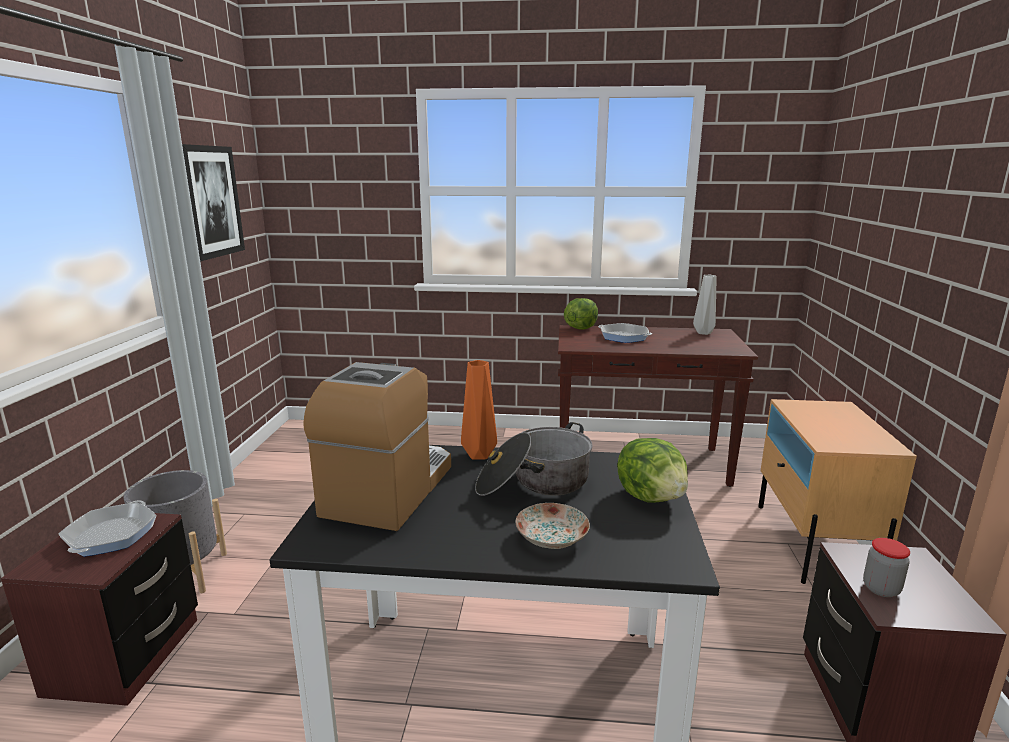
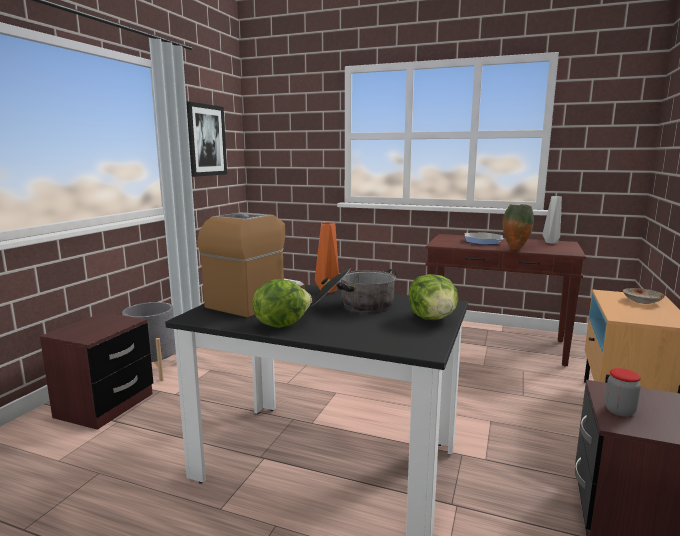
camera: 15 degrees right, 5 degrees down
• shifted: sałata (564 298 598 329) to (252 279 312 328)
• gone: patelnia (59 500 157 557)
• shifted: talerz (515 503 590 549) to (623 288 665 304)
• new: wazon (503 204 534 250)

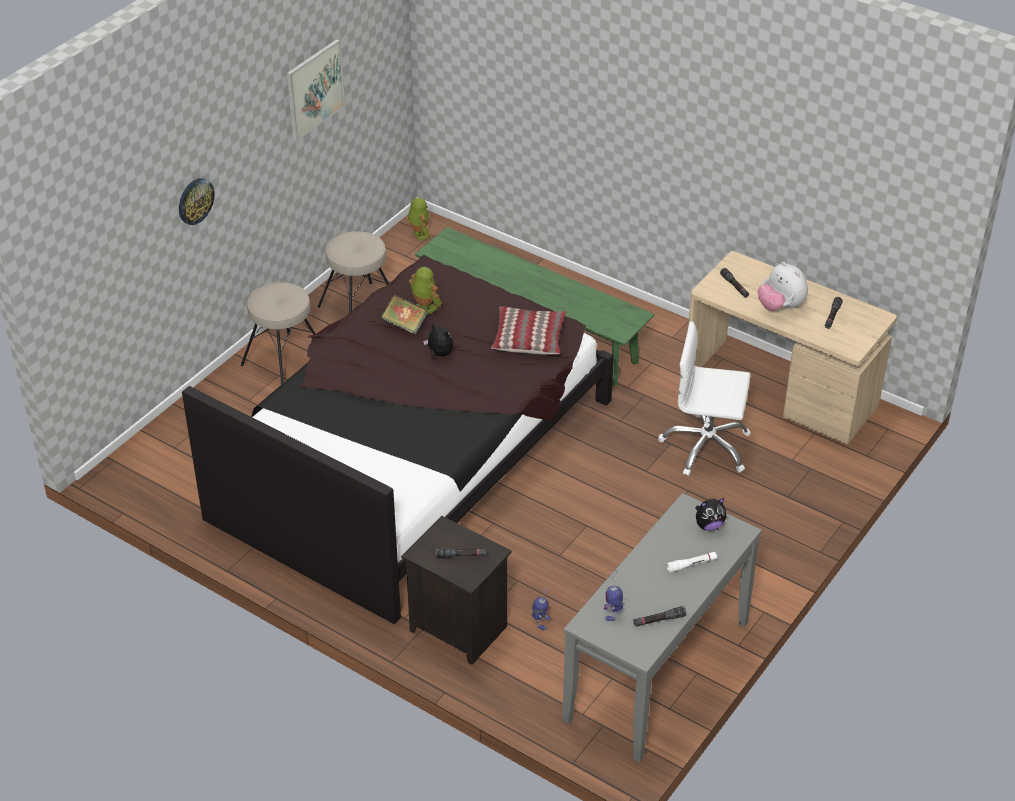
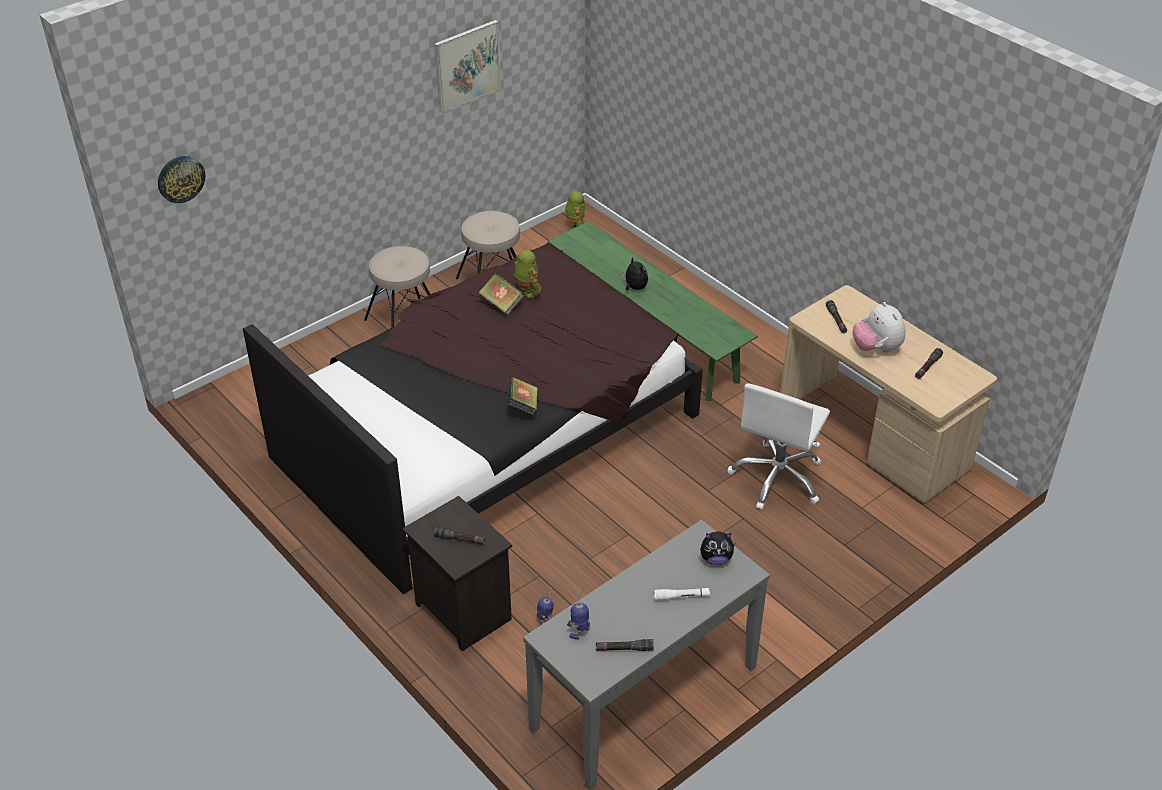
camera: 15 degrees right, 0 degrees up
• shifted: zegar ścienny (179 178 215 225) to (158 156 206 203)
• gone: poduszka (491 306 566 355)
• rotated: krzesło biurowe/biały (658 321 751 476) = (728 383 830 510) 90 degrees counterclockwise
• shifted: pluszak (423 322 453 359) to (622 257 648 290)
• new: książka (507 377 537 415)

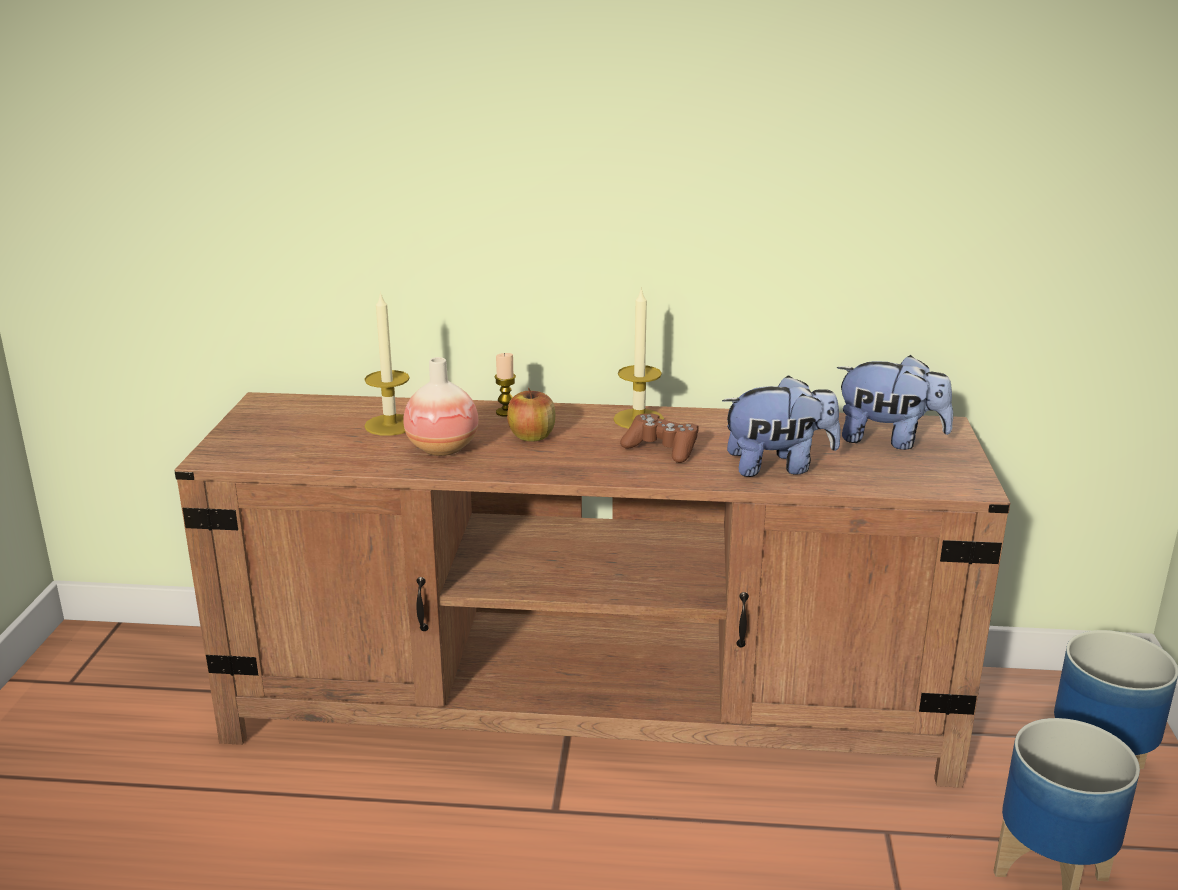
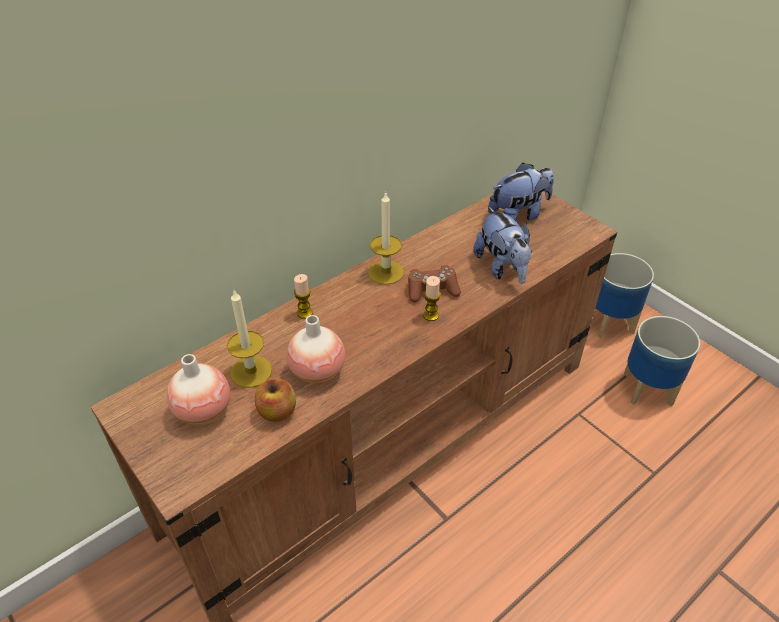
camera: 45 degrees left, 20 degrees up
• rotated: pluszak (722 375 841 477) = (473 207 532 284) 120 degrees clockwise
• shifted: jabłko (507 388 555 442) to (255 378 296 422)
• new: świeca (423 276 441 321)
• new: wazon (167 354 230 425)

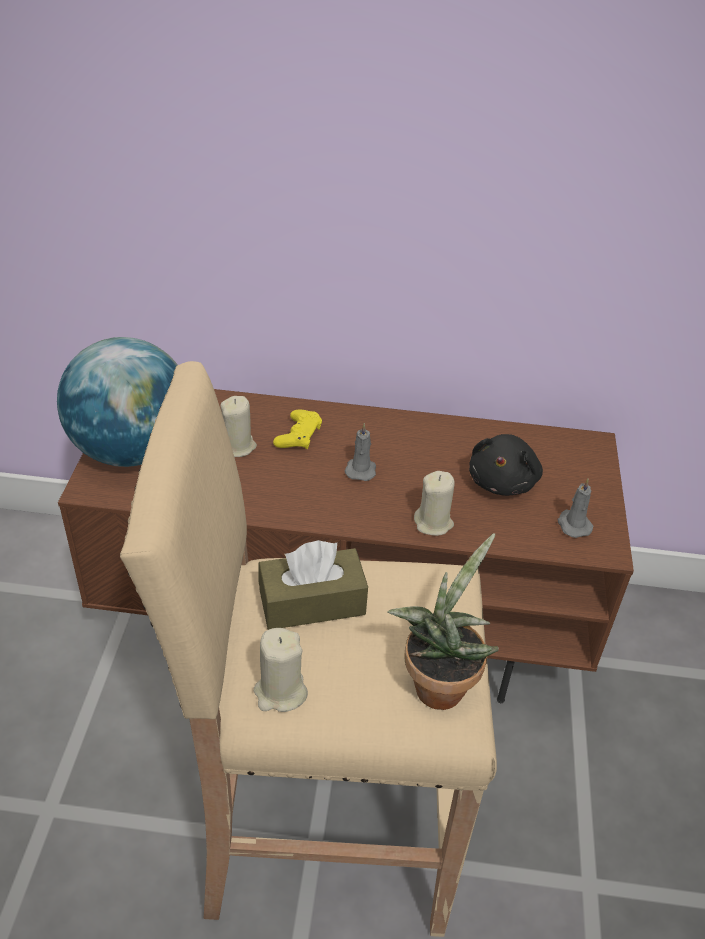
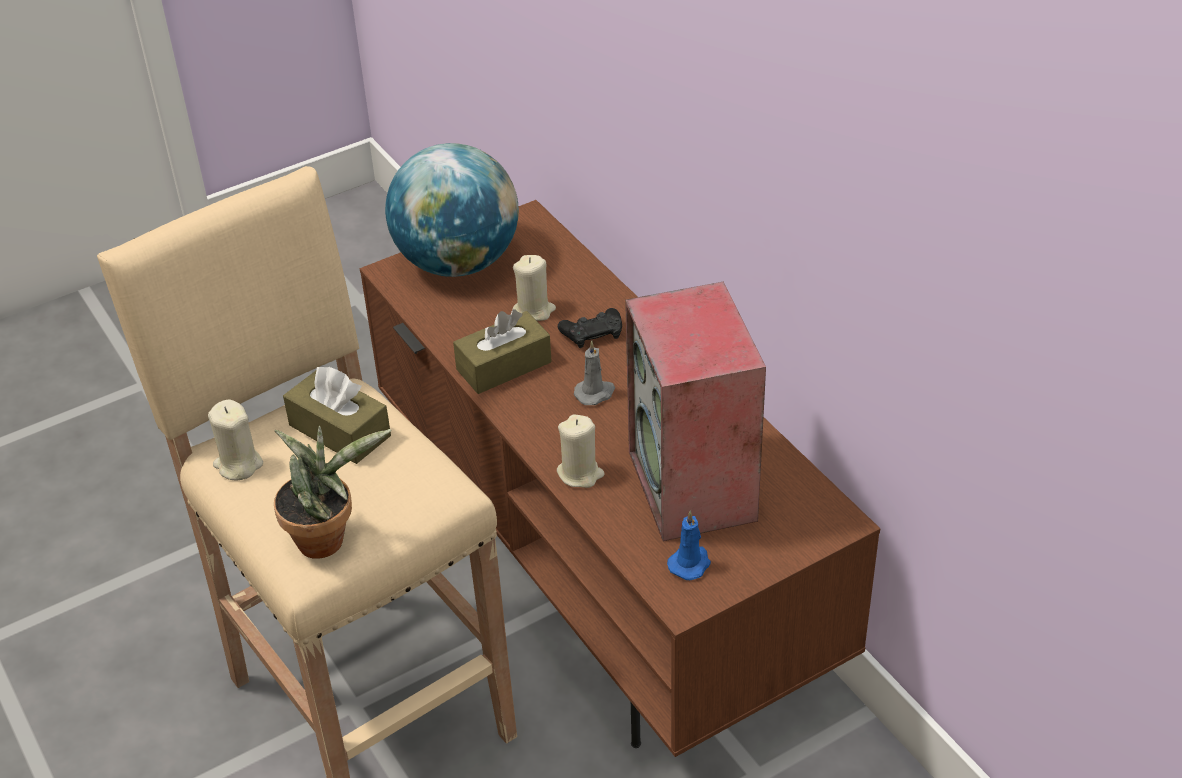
camera: 55 degrees right, 0 degrees up
• repainted: pad do gier/żółty (273 409 322 449) to pad do gier/czarny (558 308 622 348)
• swapped: pluszak/czarny (469 434 543 496) to głośnik (625 282 766 541)
• repainted: świeca/szary (557 479 593 538) to świeca/niebieski (667 510 711 580)
• new: pudełko chusteczek/brązowy (453 309 552 394)

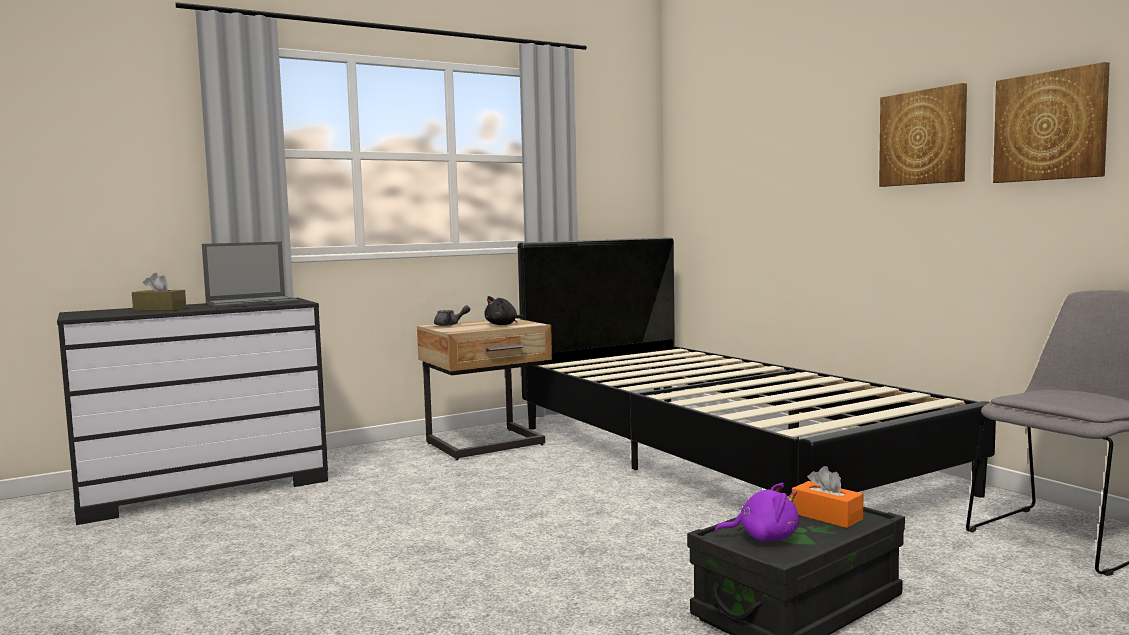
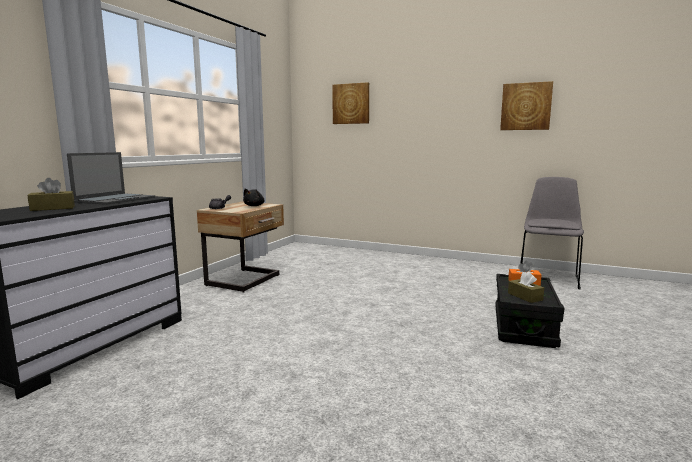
camera: 35 degrees left, 5 degrees up
• shifted: obraz (879 83 967 187) to (332 82 369 124)
• gone: łóżko/czarny (518 237 996 498)
• swapped: pluszak/fioletowy (715 483 799 541) to pudełko chusteczek/brązowy (508 271 544 303)

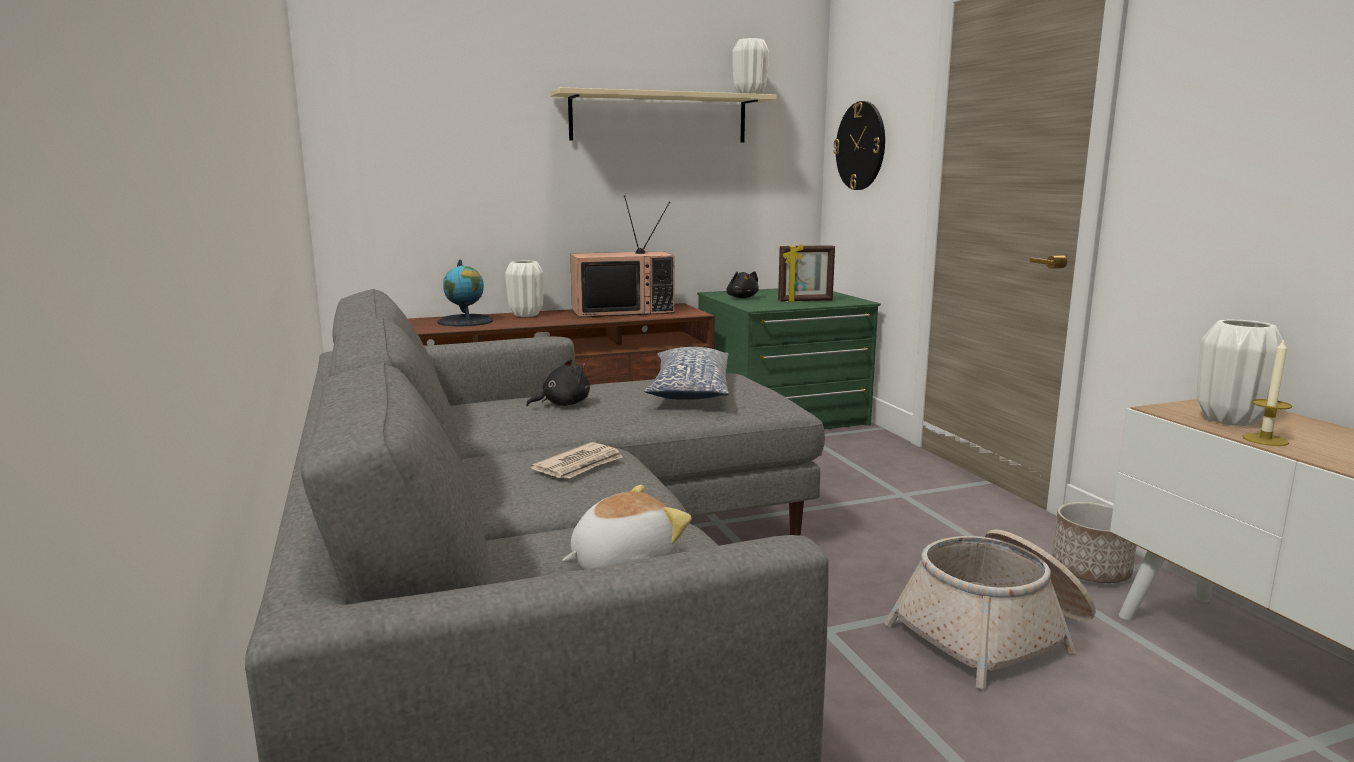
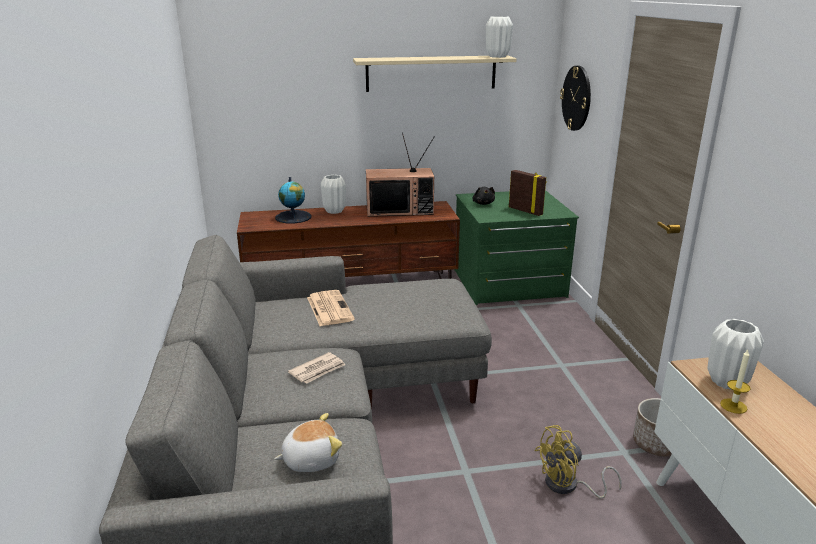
camera: 10 degrees right, 10 degrees up
• rotated: ramka na zdjęcie (778 244 835 302) = (509 170 547 216) 135 degrees counterclockwise
• gone: poduszka (644 347 729 400)
• swapped: pluszak/czarny (526 360 590 407) to gazeta (307 290 355 326)
• swapped: koszyk (884 529 1096 689) to wentylator/żółty (534 425 622 499)

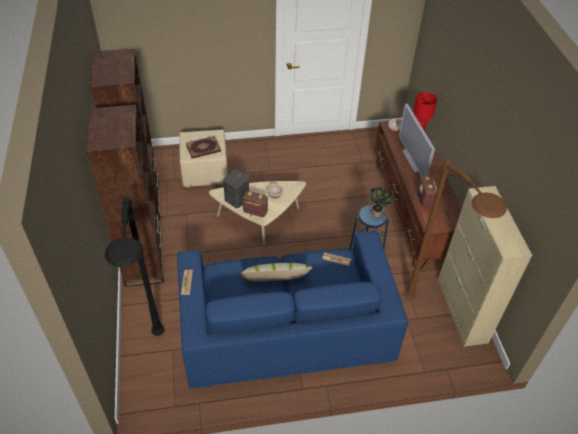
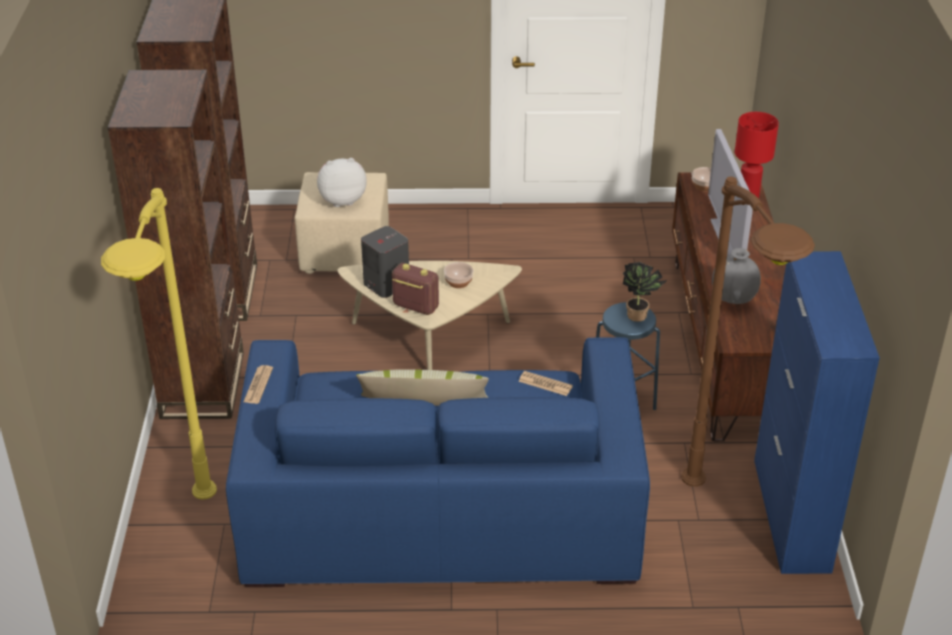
camera: 10 degrees right, 10 degrees down
• swapped: książka (186 136 221 159) to pluszak (317 158 367 207)
• swapped: radio (417 176 437 208) to wazon/szary (712 248 761 304)
• repainted: szafka/beżowy (438 186 532 347) to szafka/niebieski (754 251 880 574)
• repainted: lampa stojąca/czarny (105 195 165 336) to lampa stojąca/żółty (101 188 217 500)

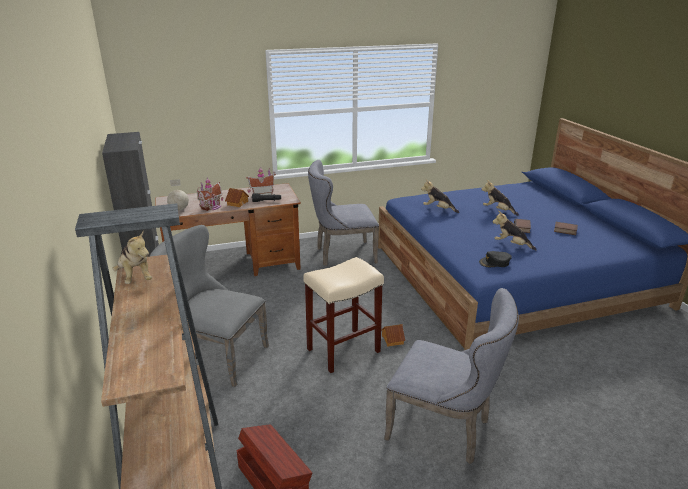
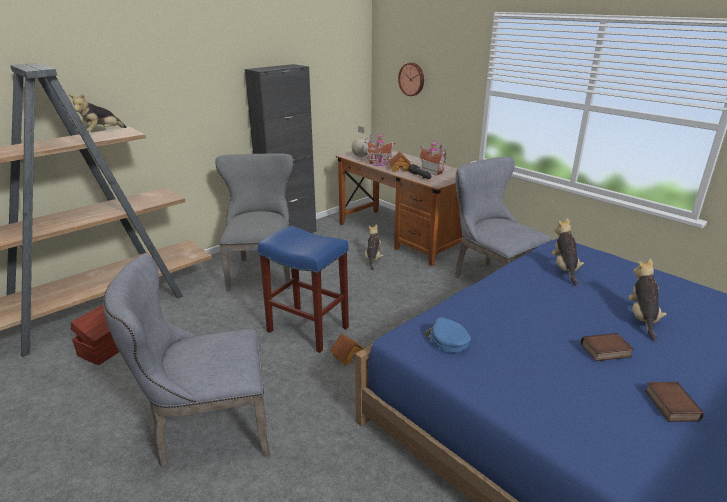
camera: 65 degrees right, 0 degrees up
• shifted: pluszak (492 211 537 250) to (365 224 384 270)
• repainted: czapka z daszkiem/czarny (479 251 512 267) to czapka z daszkiem/niebieski (424 317 471 353)
• repainted: stołek/beżowy (303 257 384 373) to stołek/niebieski (258 226 349 353)
• rotated: krzesło/szary (384 288 519 464) = (103 254 270 467) 75 degrees clockwise
• new: zegar ścienny (398 63 424 96)

